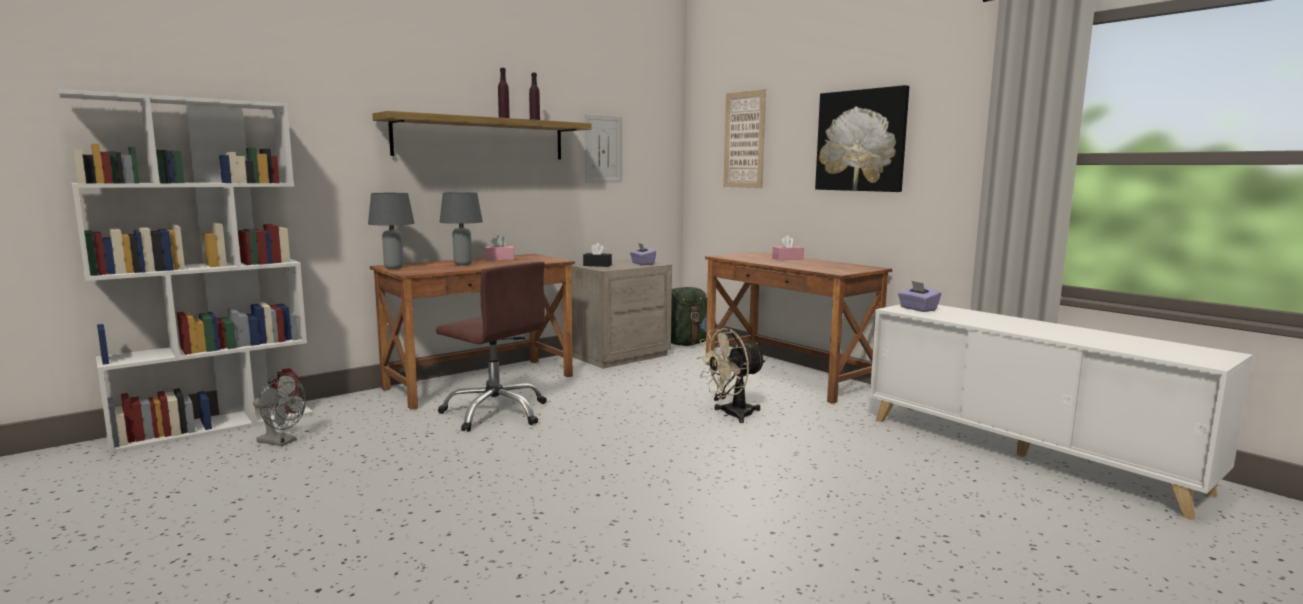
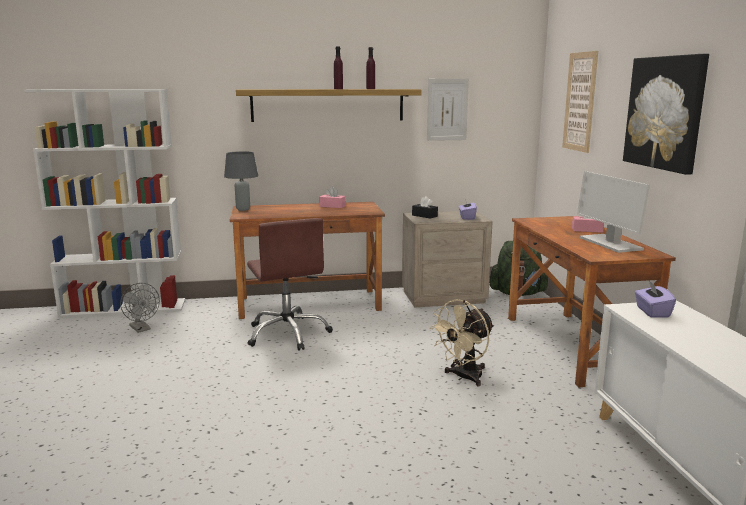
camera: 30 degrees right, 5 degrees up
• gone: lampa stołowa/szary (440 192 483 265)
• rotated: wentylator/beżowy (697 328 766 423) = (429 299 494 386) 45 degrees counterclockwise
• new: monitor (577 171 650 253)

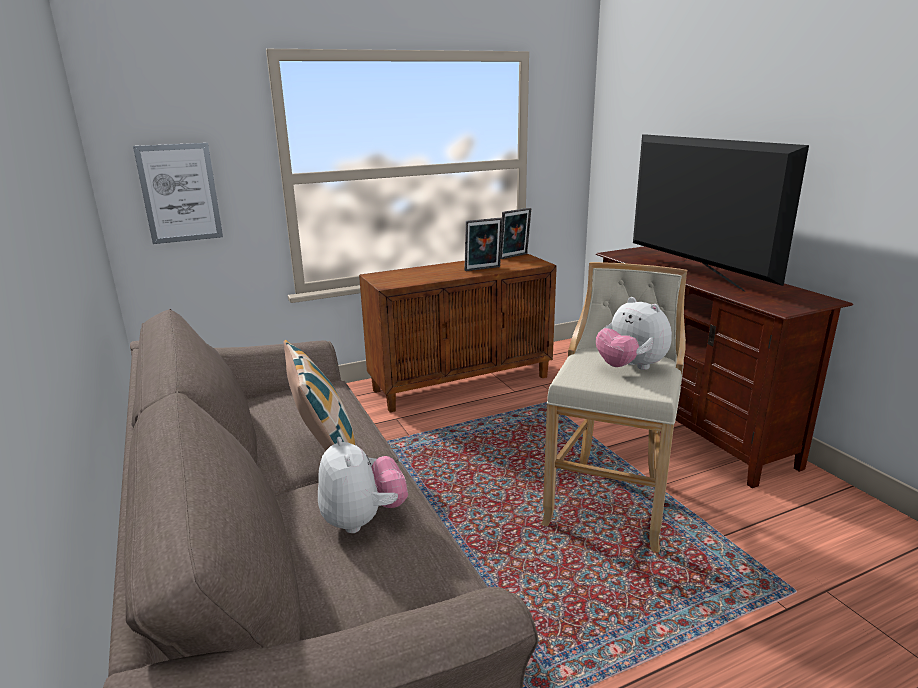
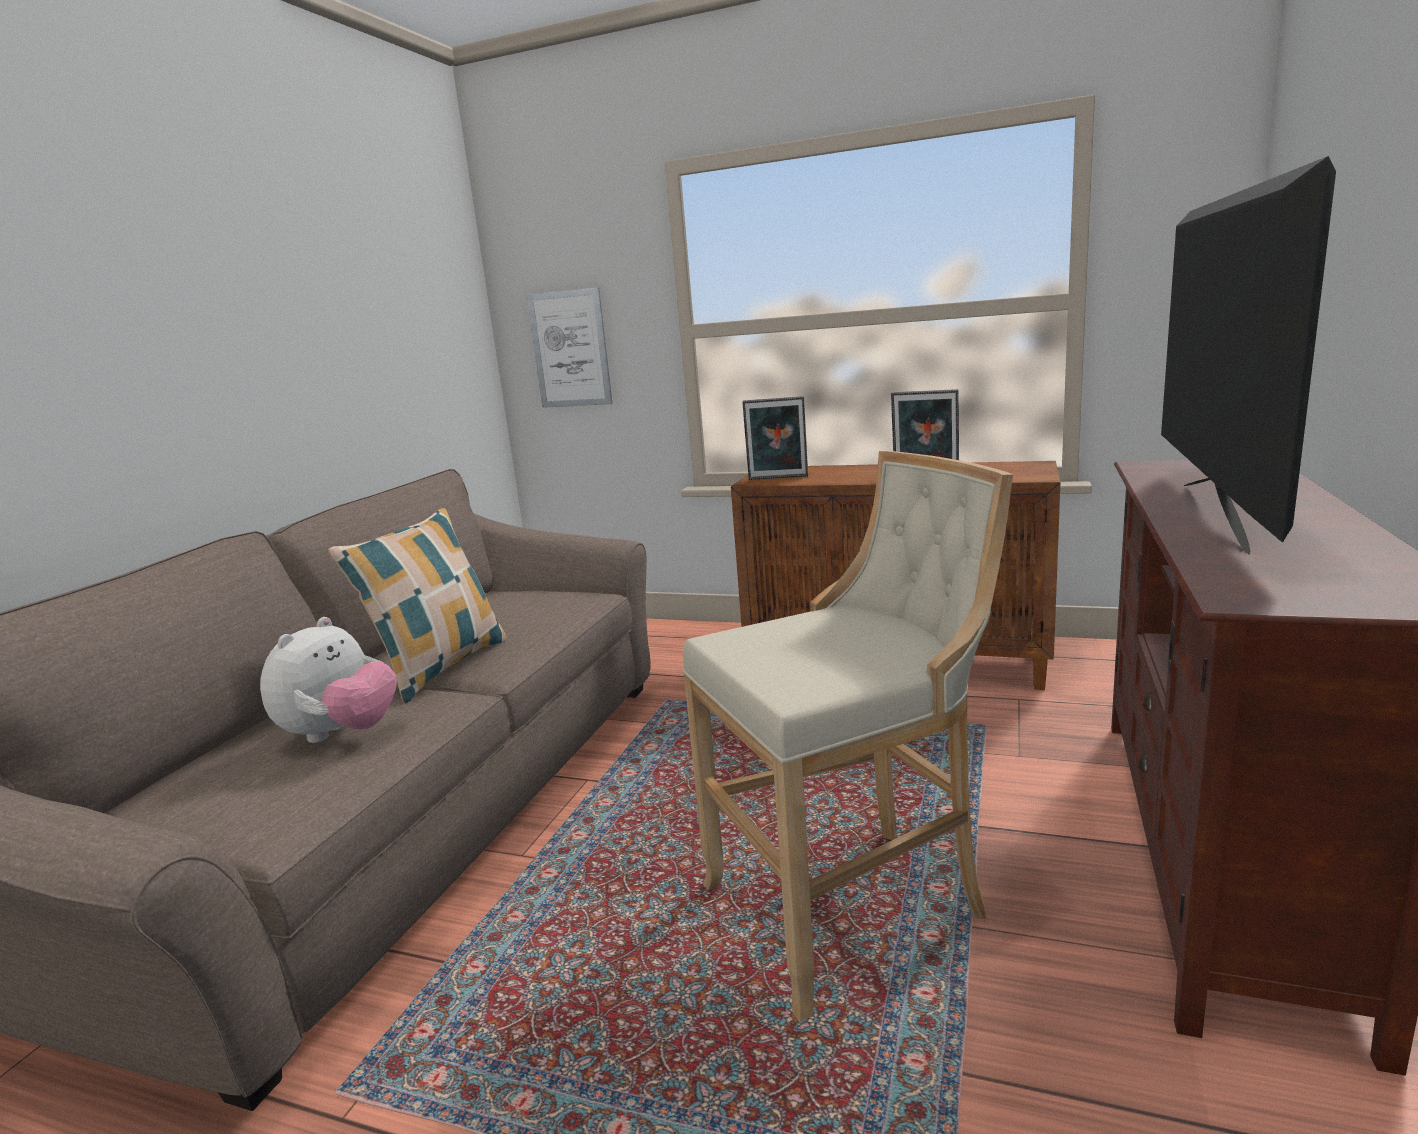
camera: 45 degrees right, 5 degrees down
• shifted: ramka na zdjęcie (501 208 531 259) to (742 396 808 480)
• gone: pluszak (596 297 672 370)

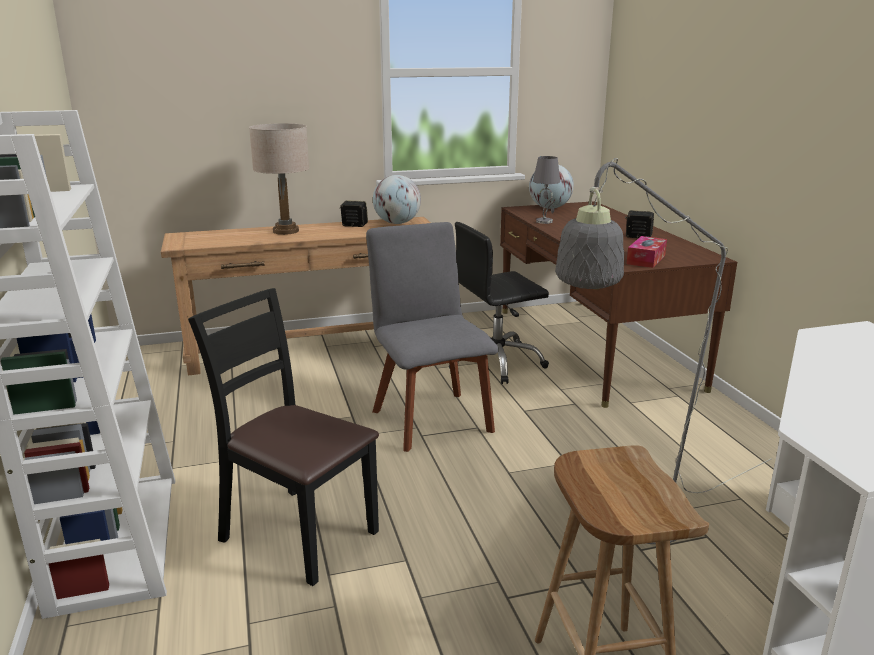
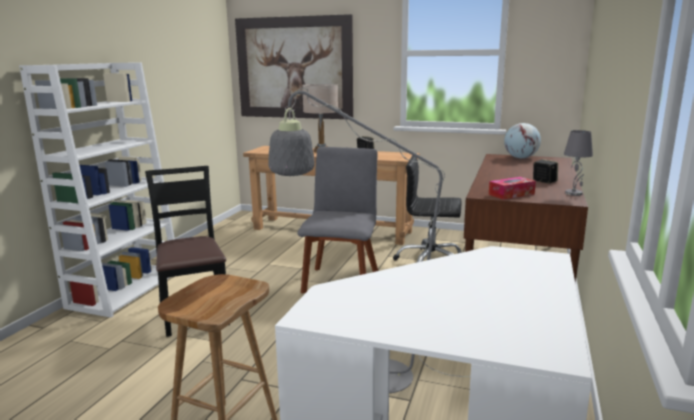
camera: 35 degrees right, 5 degrees down
• shifted: lampa stołowa/szary (533 156 560 224) to (564 130 593 196)
• gone: globus (373 175 421 224)
• new: obraz (235 14 353 119)

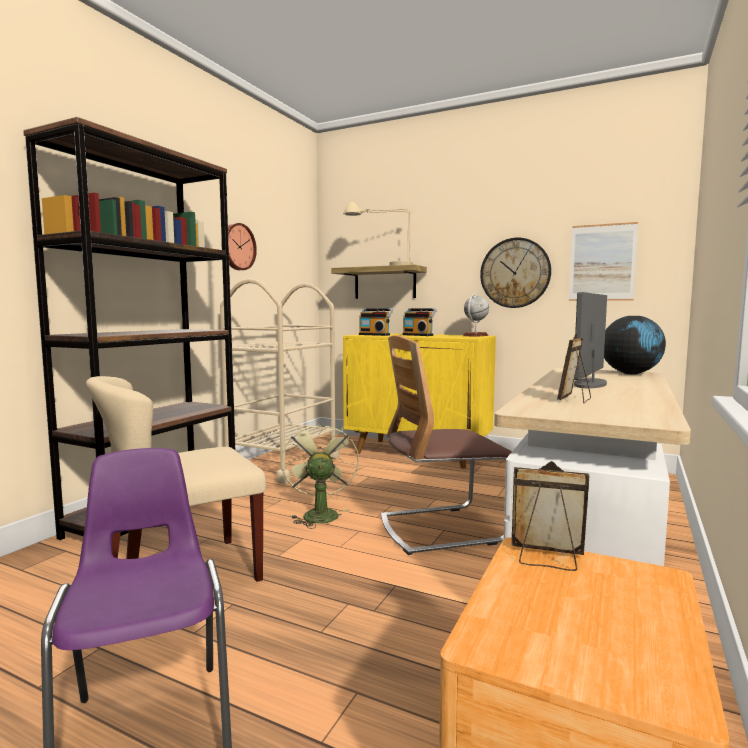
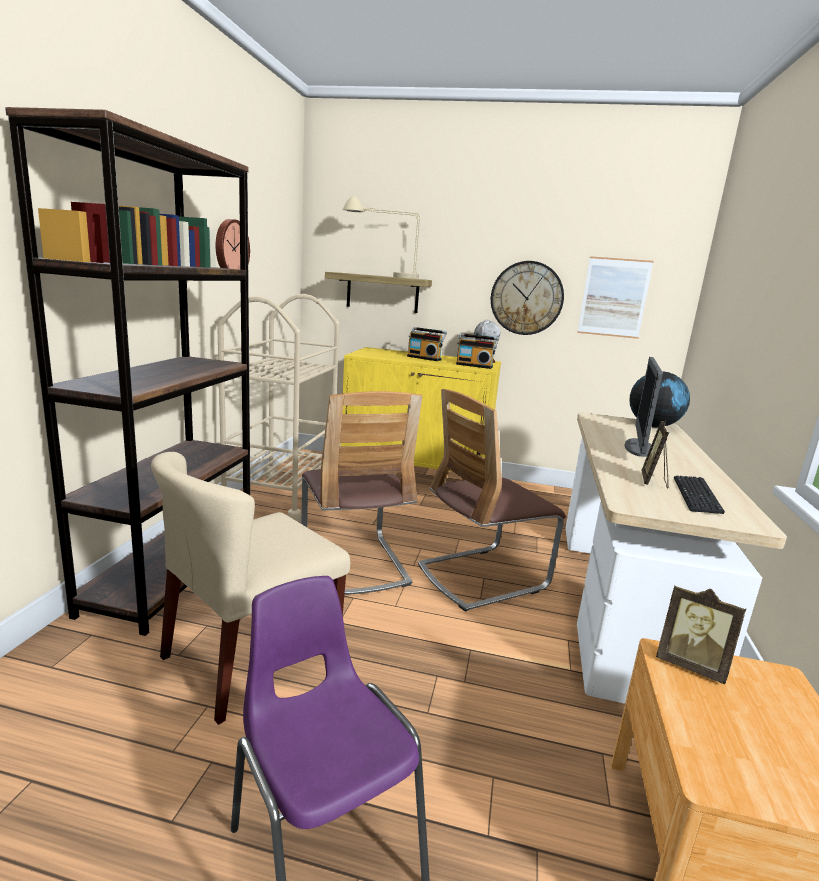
camera: 15 degrees left, 10 degrees up
• shifted: radio (359 308 393 336) to (456 333 498 369)
• swapped: wentylator/zielony (281 421 359 529) to krzesło (302 391 422 595)
• rotated: ramka na zdjęcie (512 461 589 571) = (656 586 746 684) 150 degrees counterclockwise
• new: klawiatura (674 476 725 514)

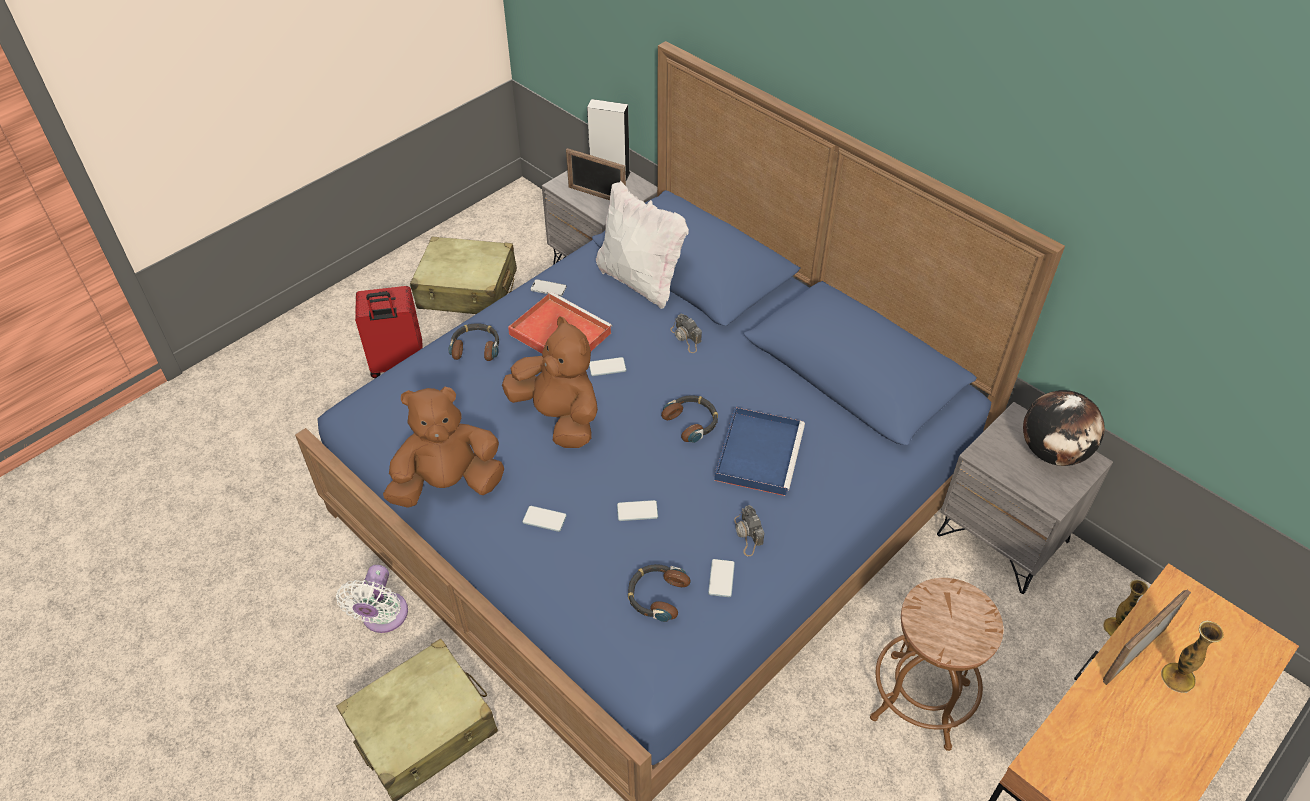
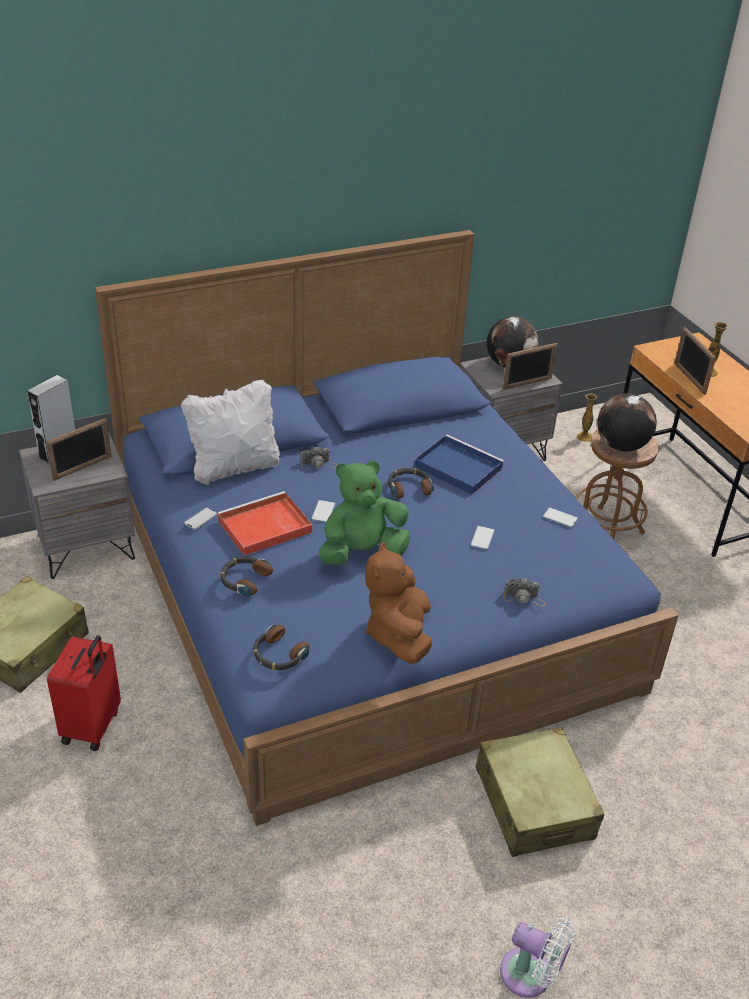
camera: 70 degrees left, 10 degrees down
• repainted: pluszak/brązowy (502 316 598 448) to pluszak/zielony (318 460 411 565)
• shifted: aparat fotograficzny (734 505 764 556) to (503 578 545 606)
• gone: telefon (522 506 567 532)
• shifted: słuchawki (628 564 690 622) to (253 625 309 670)
• shifted: wentylator/biały (336 565 408 633) to (500 917 576 998)
• new: ramka na zdjęcie (503 343 557 390)
• new: globus (597 393 657 452)

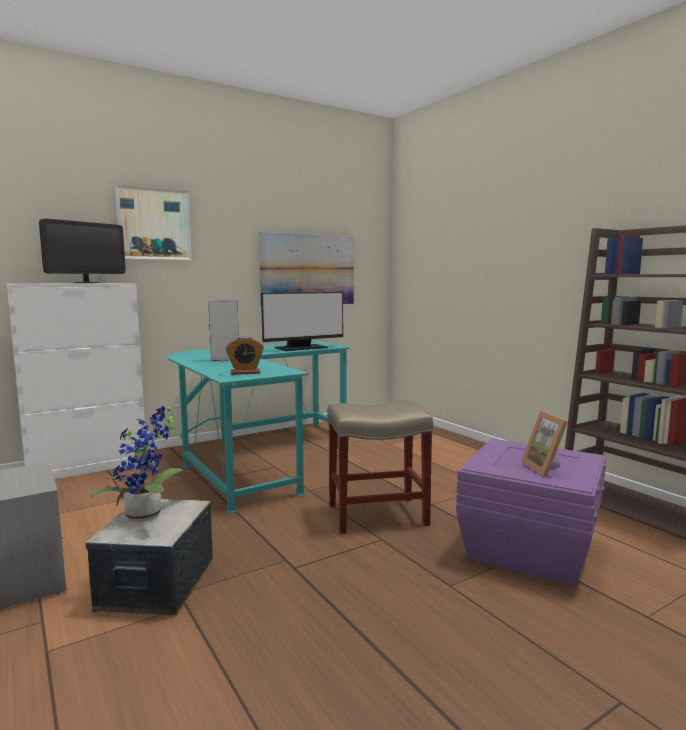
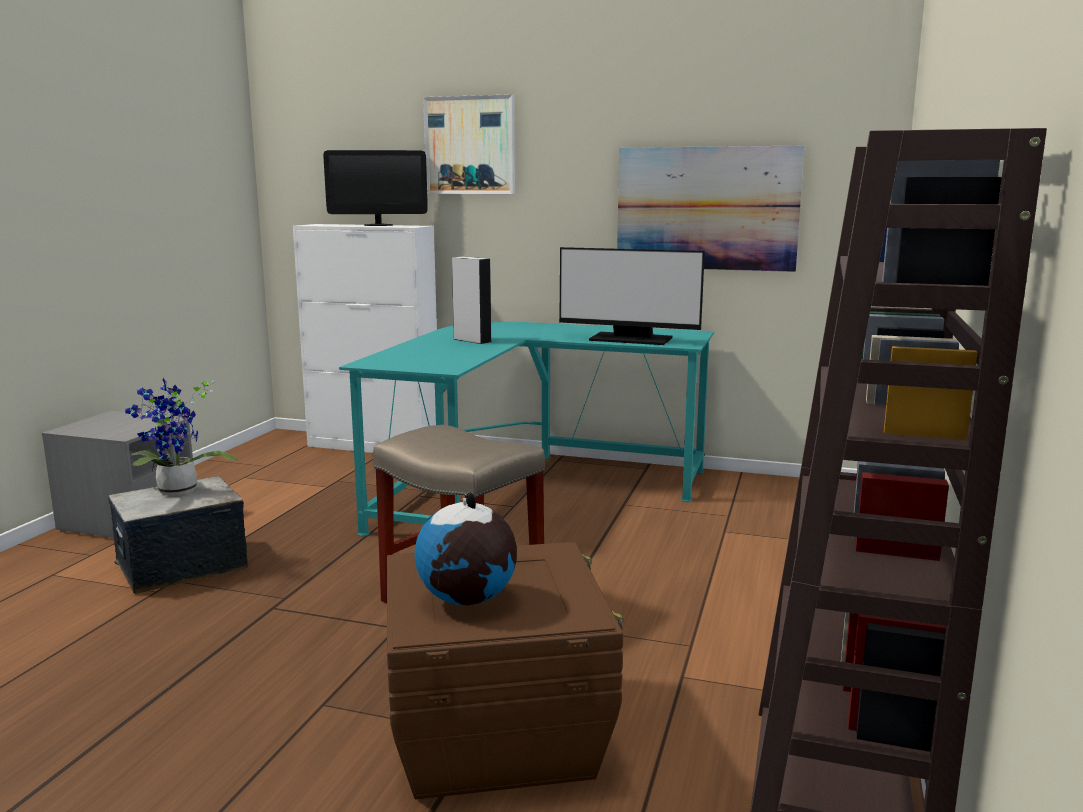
camera: 50 degrees right, 5 degrees up
• gone: budzik (226 336 264 375)
• swapped: ramka na zdjęcie (521 411 568 477) to globus (415 492 517 606)
• repainted: pojemnik do przechowywania/fioletowy (456 439 606 587) to pojemnik do przechowywania/brązowy (387 542 624 799)

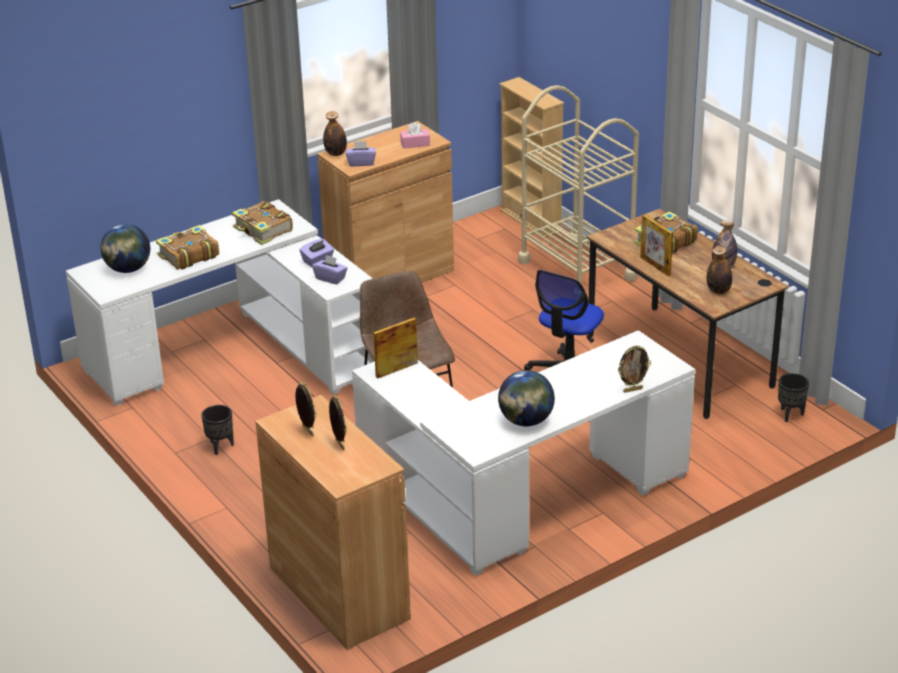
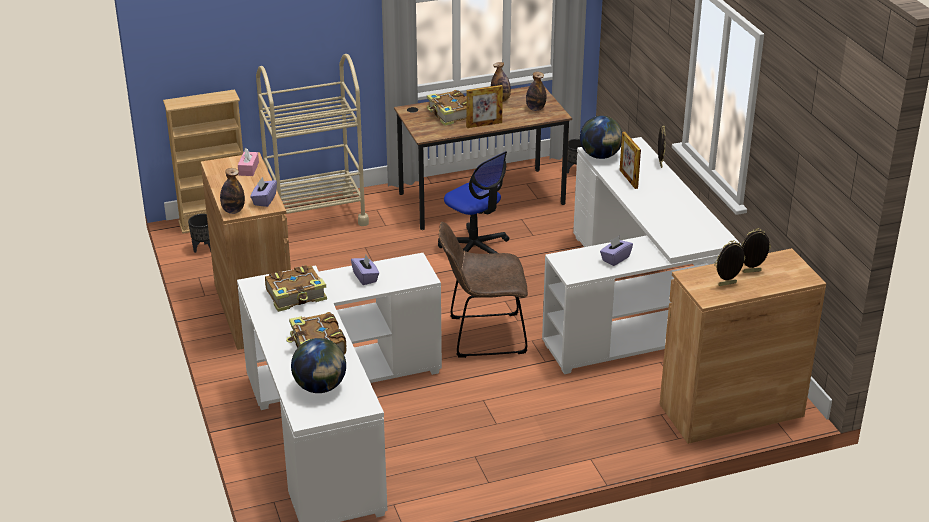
camera: 75 degrees left, 0 degrees up
• shifted: pudełko chusteczek/fioletowy (312 255 348 284) to (600 236 633 266)
• shifted: ramka na zdjęcie (373 318 418 379) to (620 132 641 189)
• shifted: globus (498 370 555 426) to (580 116 622 159)
• shifted: donica/czarny (201 405 234 455) to (188 214 211 253)

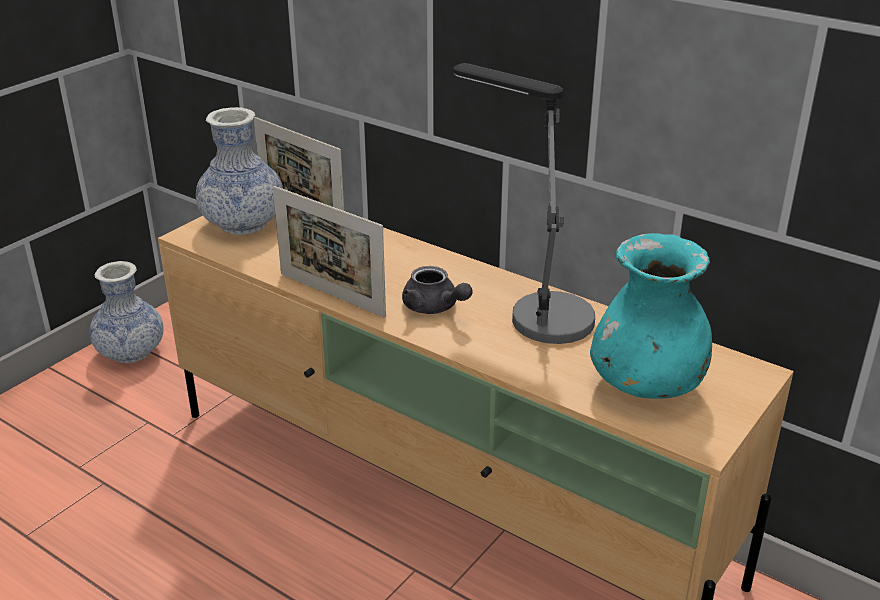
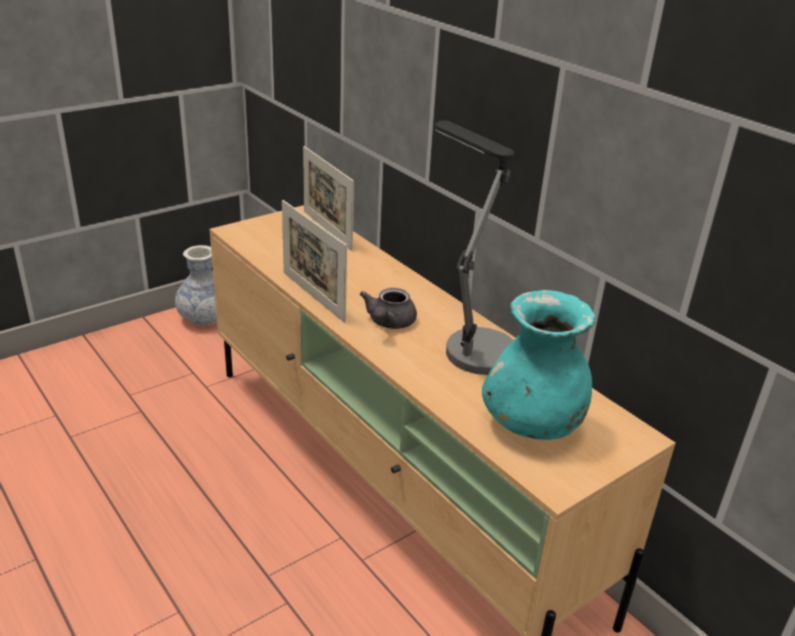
camera: 15 degrees right, 0 degrees up
• gone: wazon (196 107 283 235)
• rotated: imbryk/szary (402 266 473 314) = (360 288 417 329) 45 degrees clockwise

